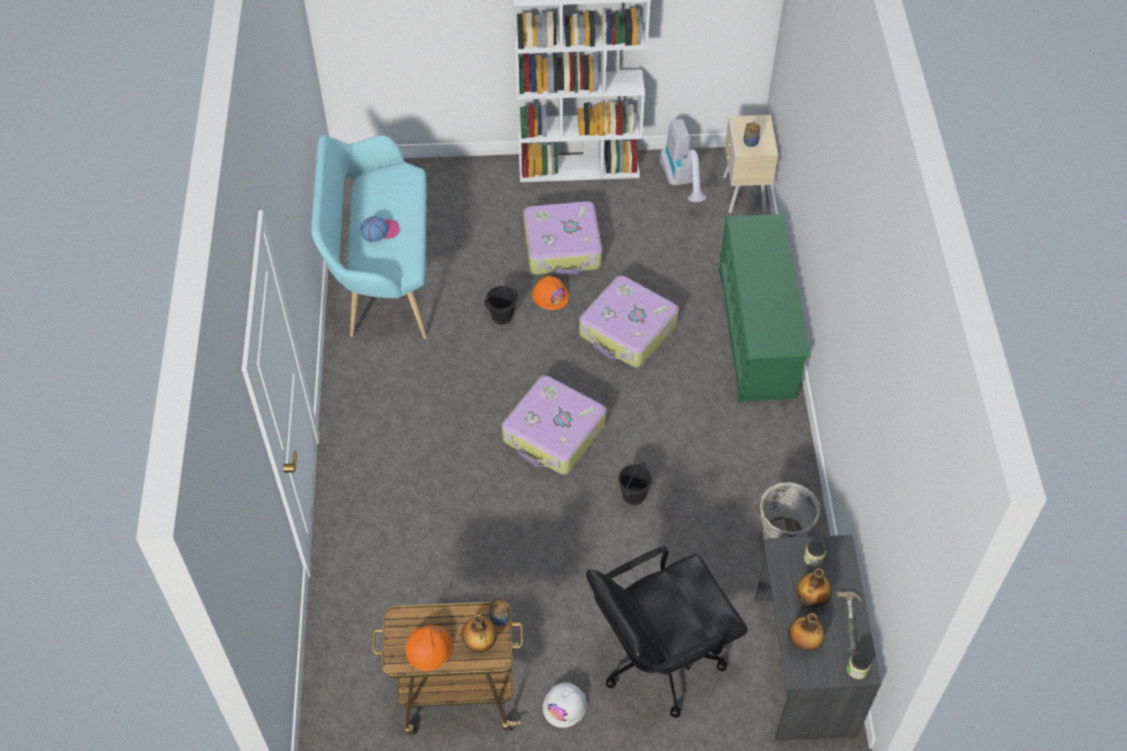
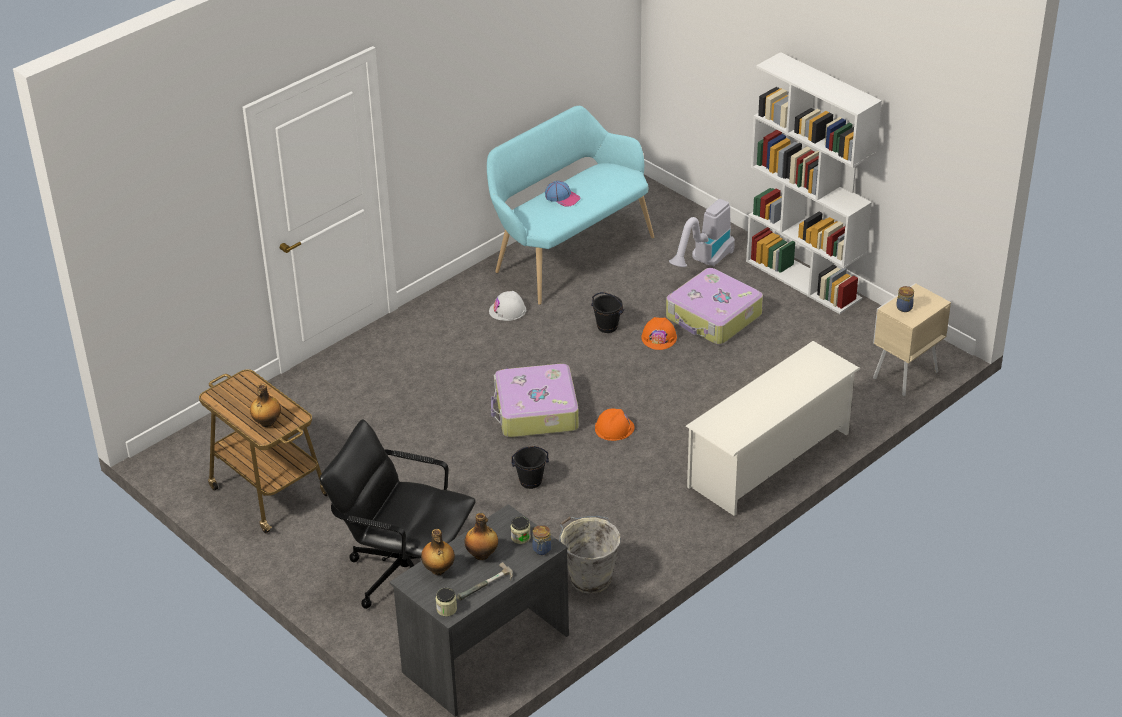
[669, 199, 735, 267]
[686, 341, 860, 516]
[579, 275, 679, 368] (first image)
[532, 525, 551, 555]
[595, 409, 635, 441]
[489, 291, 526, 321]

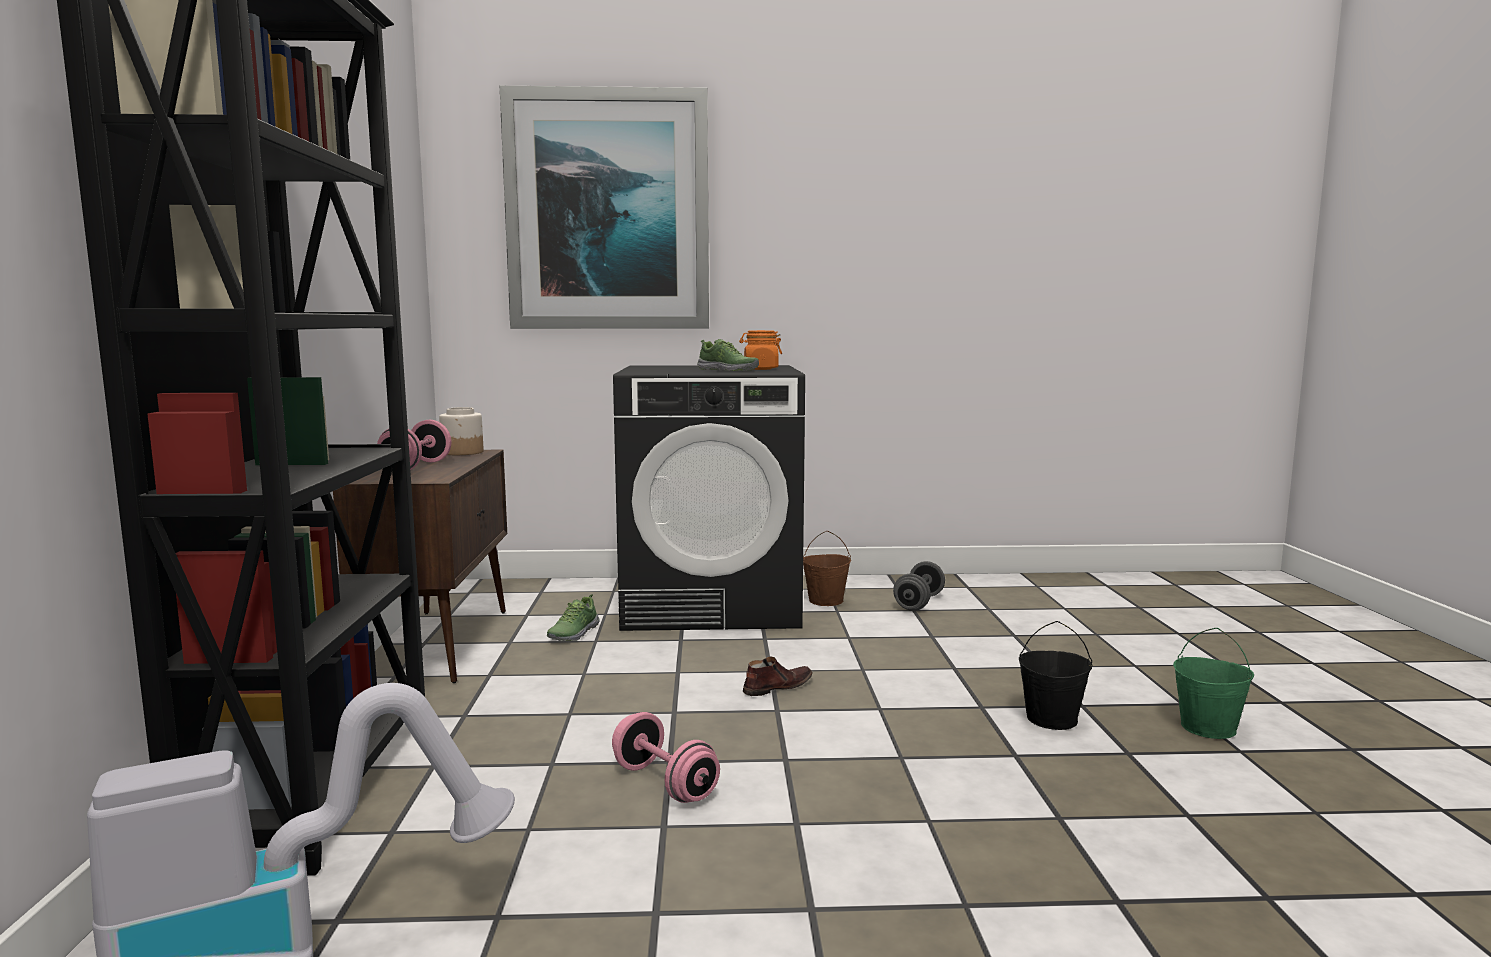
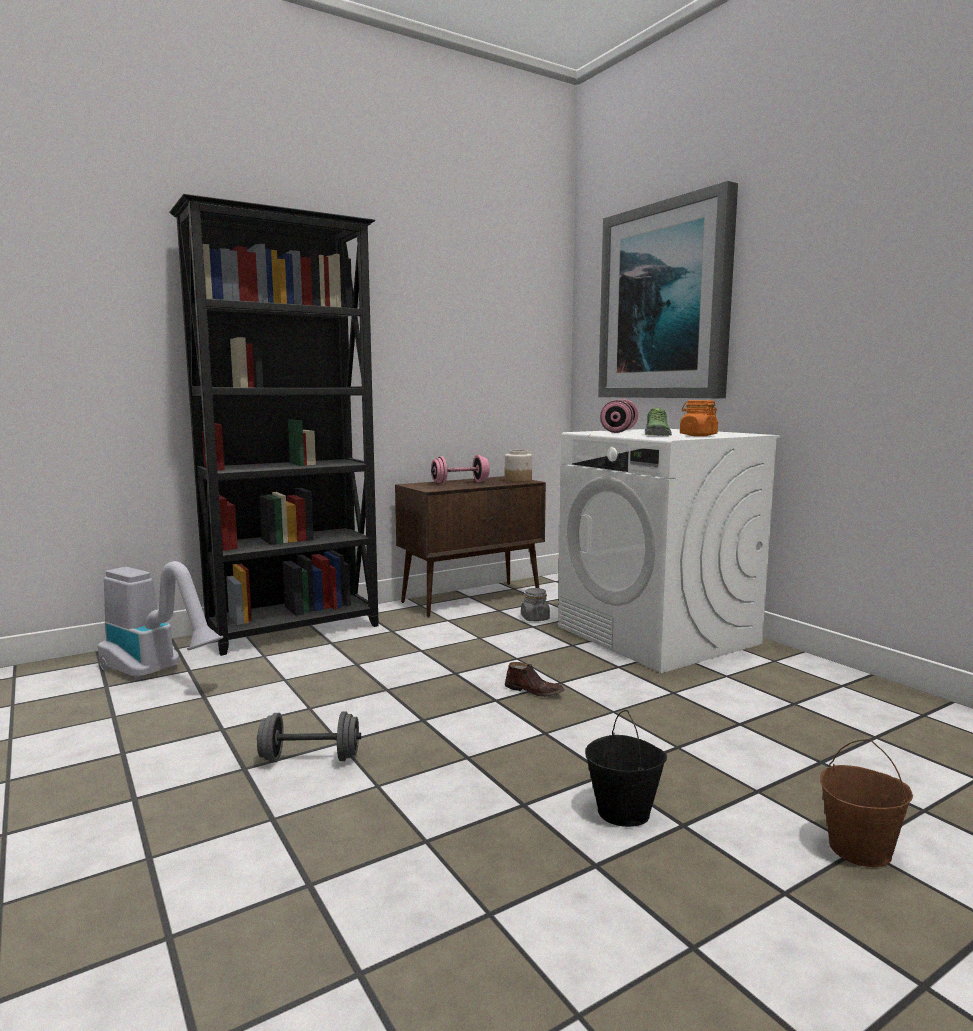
[558, 429, 780, 673]
[820, 739, 913, 867]
[257, 711, 361, 763]
[521, 588, 550, 621]
[1173, 628, 1254, 739] (first image)
[600, 399, 638, 433]

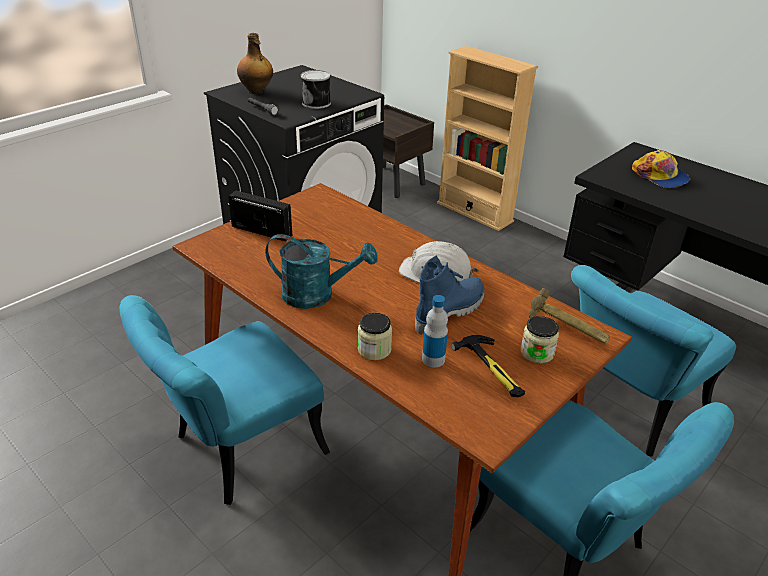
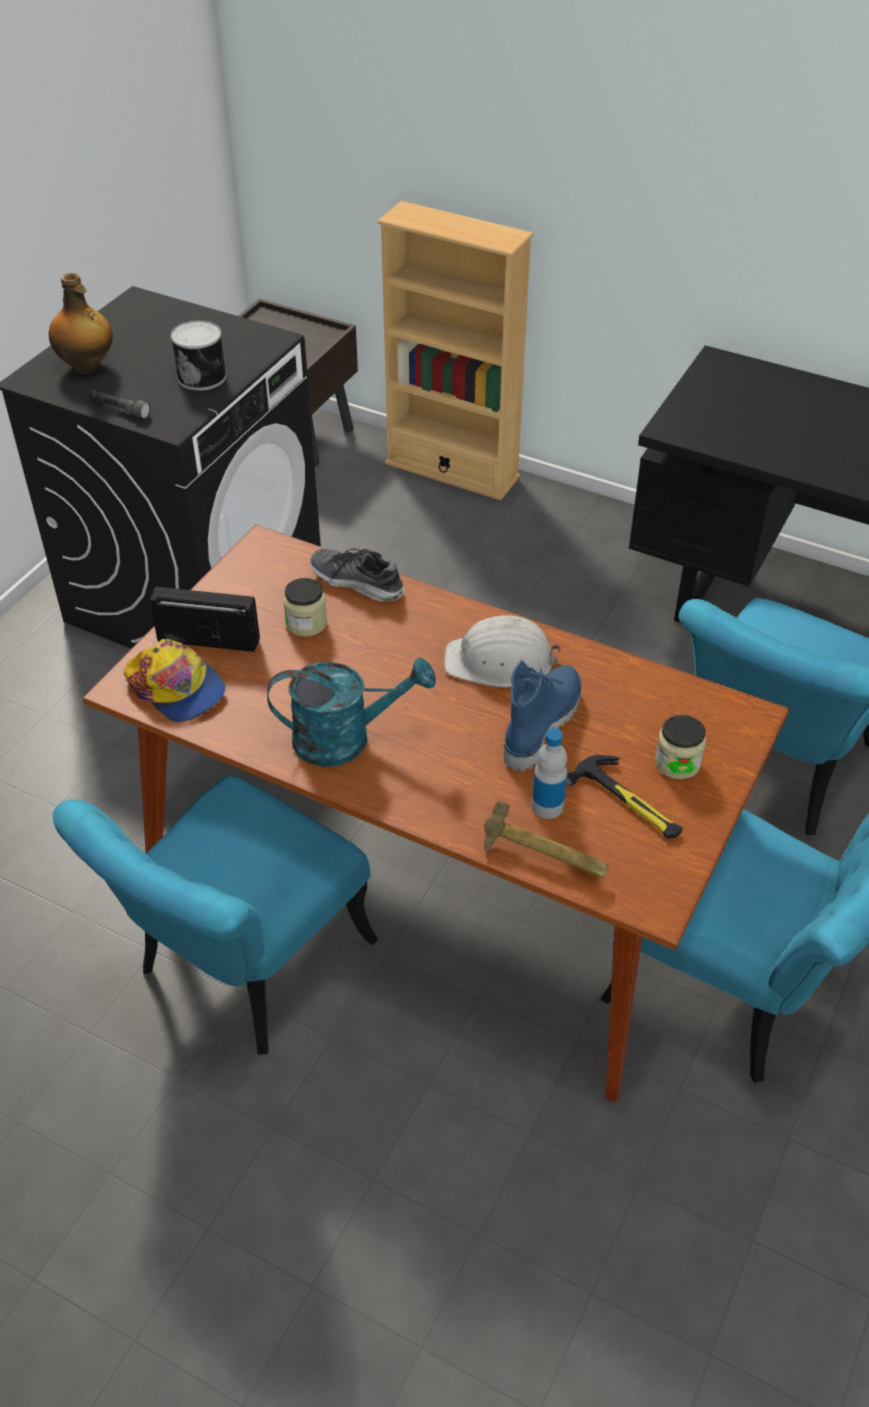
[124, 639, 225, 722]
[483, 801, 608, 878]
[283, 578, 327, 637]
[310, 549, 405, 601]

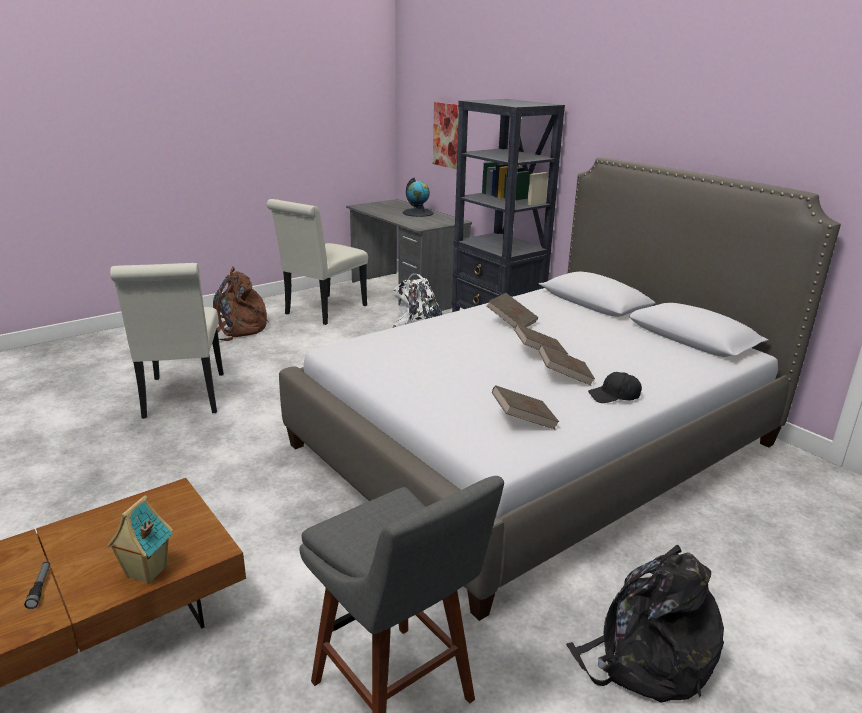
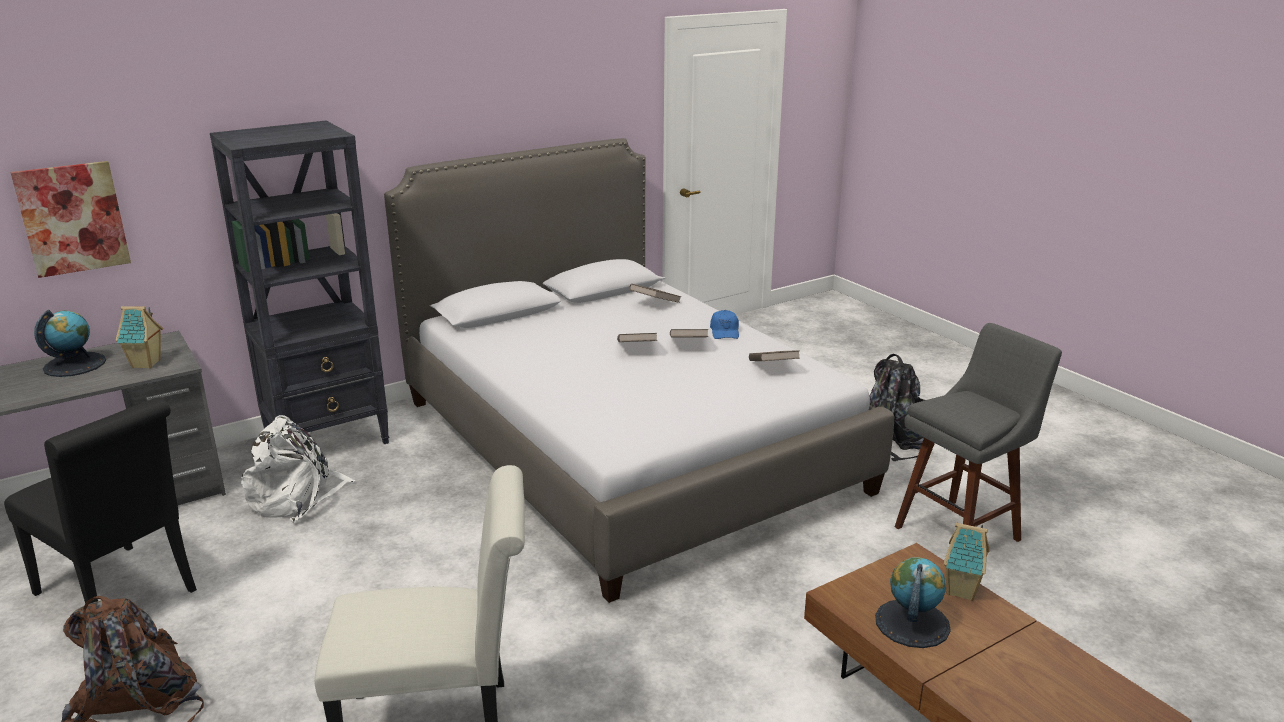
[4, 397, 197, 604]
[630, 284, 681, 303]
[710, 310, 739, 339]
[24, 562, 50, 609] (first image)
[115, 306, 163, 369]
[875, 557, 951, 648]

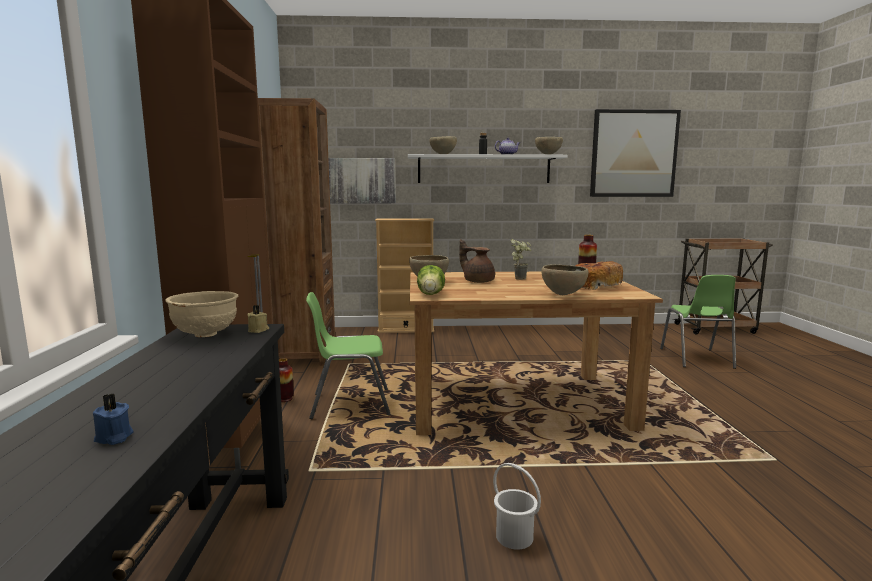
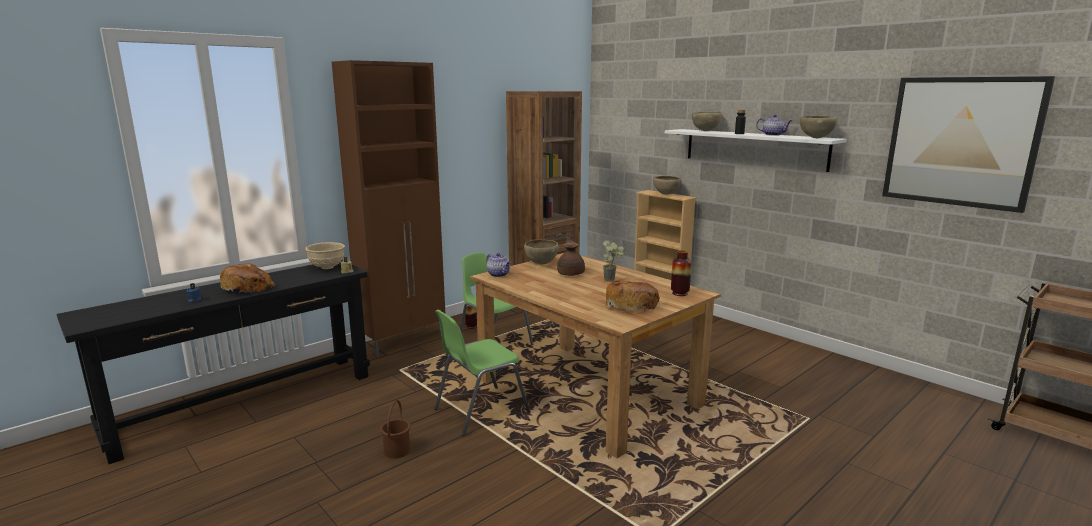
[328, 158, 396, 203] (first image)
[653, 176, 681, 195]
[486, 253, 511, 277]
[435, 310, 531, 436]
[380, 400, 411, 459]
[220, 263, 275, 294]

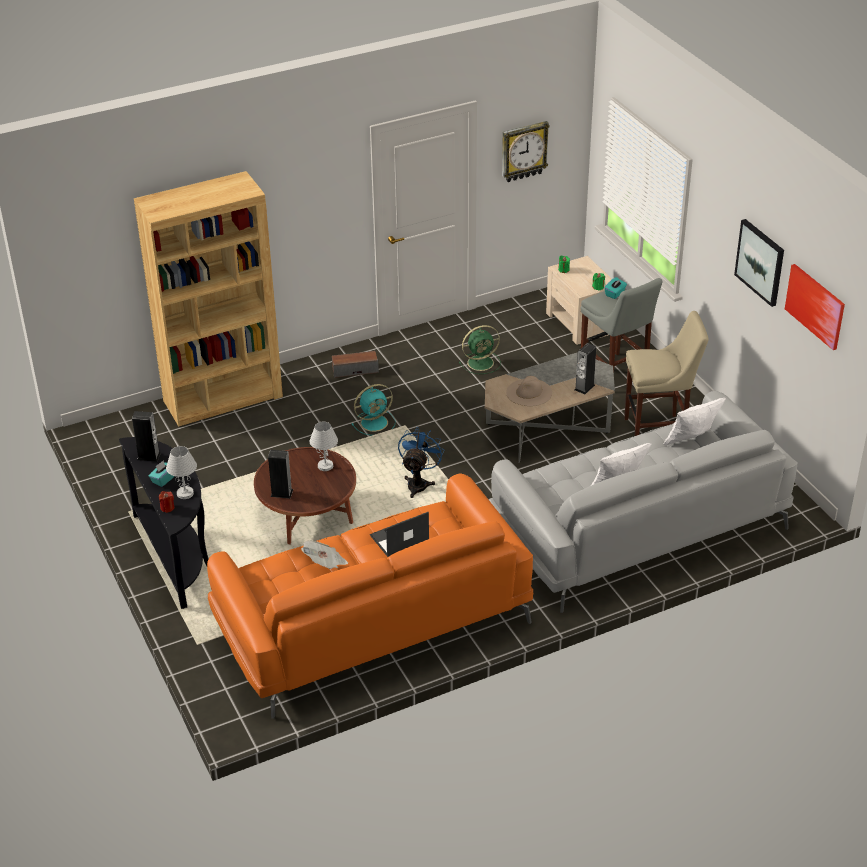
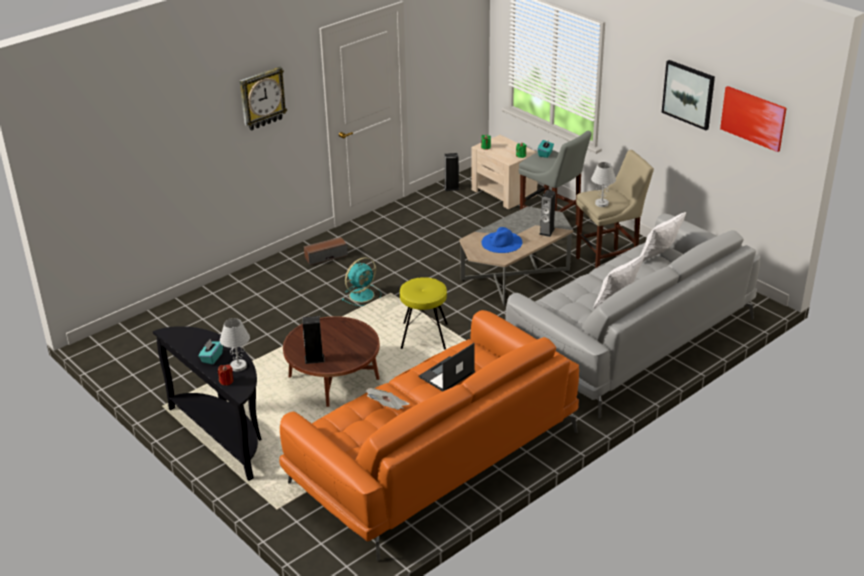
[240, 67, 287, 130]
[134, 171, 283, 426] (first image)
[459, 325, 501, 374] (first image)
[482, 227, 522, 253]
[444, 153, 460, 191]
[591, 162, 616, 207]
[400, 277, 448, 349]

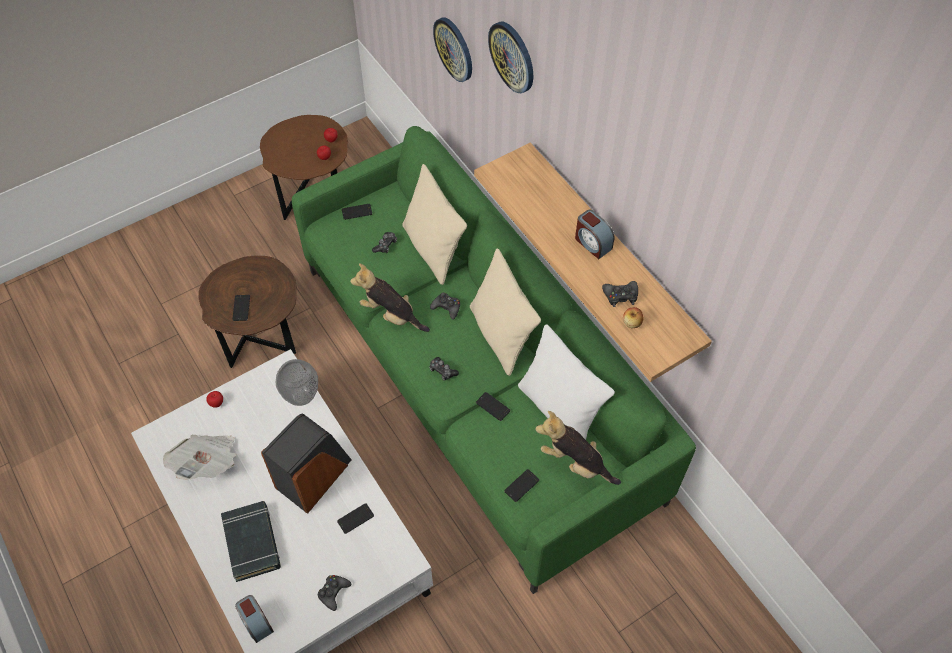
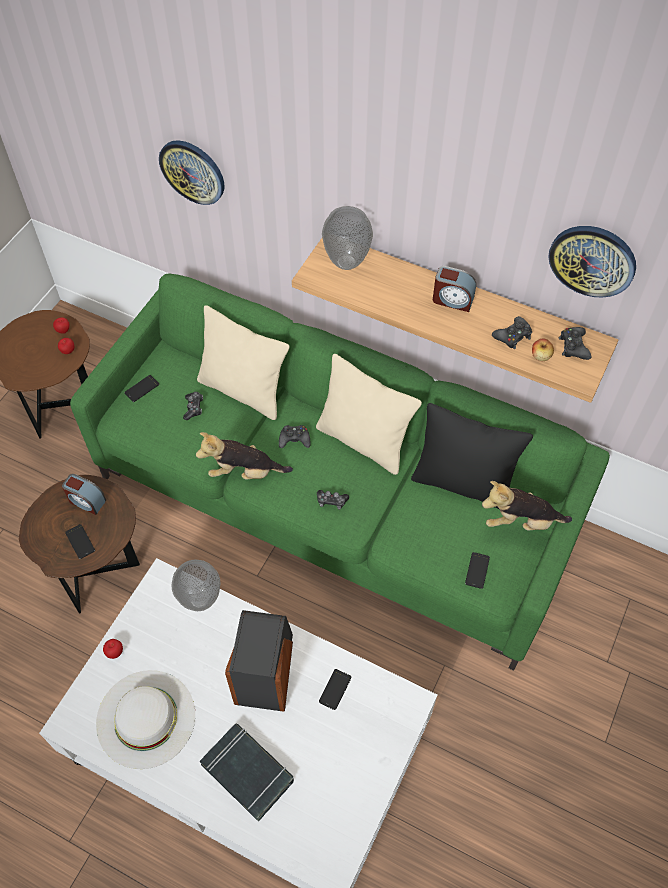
[548, 226, 636, 298]
[411, 403, 533, 509]
[476, 392, 510, 421] (first image)
[96, 670, 195, 769]
[559, 327, 591, 360]
[62, 474, 106, 515]
[322, 206, 373, 270]

